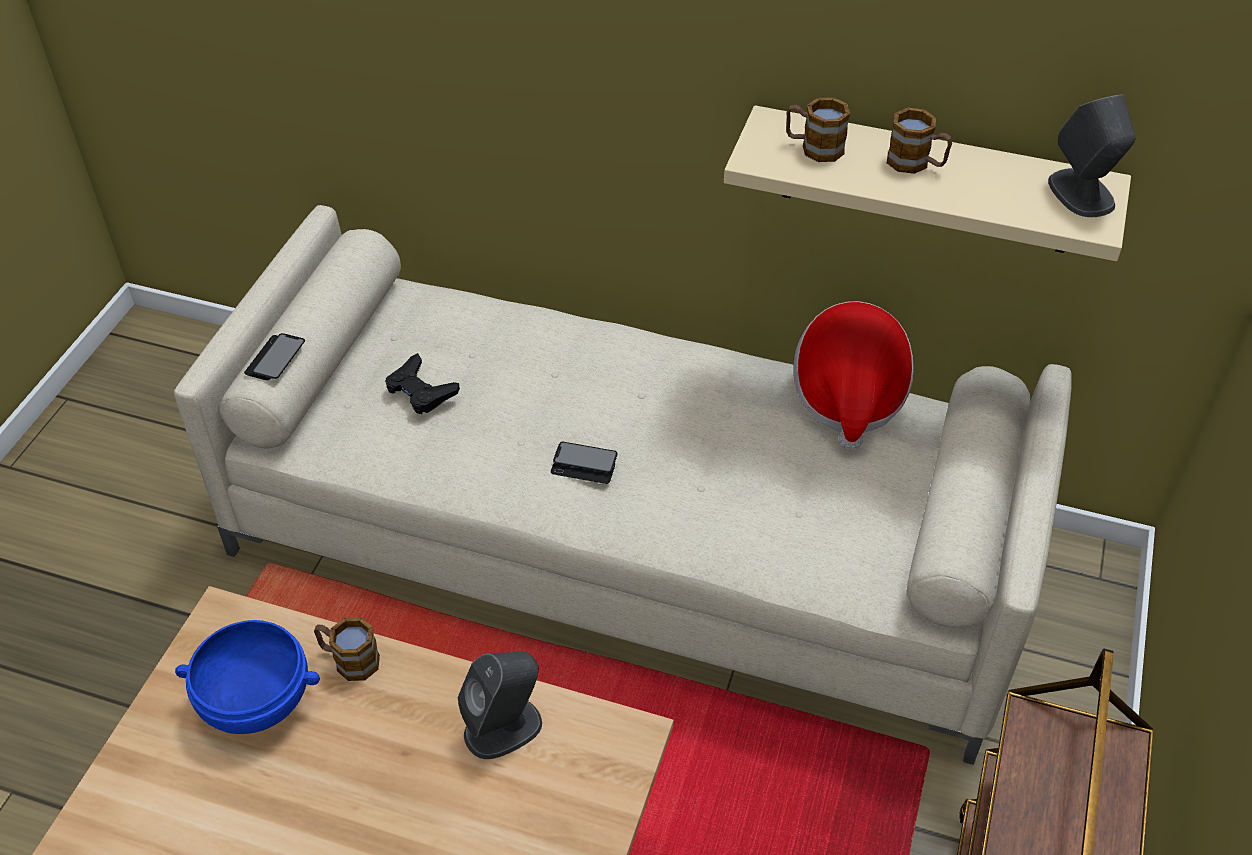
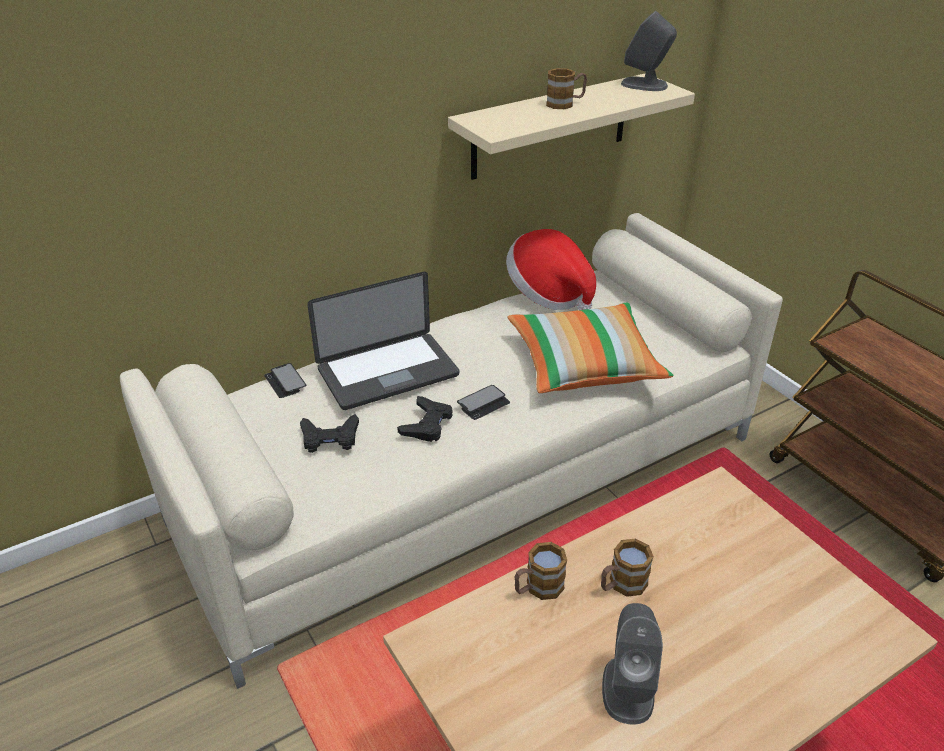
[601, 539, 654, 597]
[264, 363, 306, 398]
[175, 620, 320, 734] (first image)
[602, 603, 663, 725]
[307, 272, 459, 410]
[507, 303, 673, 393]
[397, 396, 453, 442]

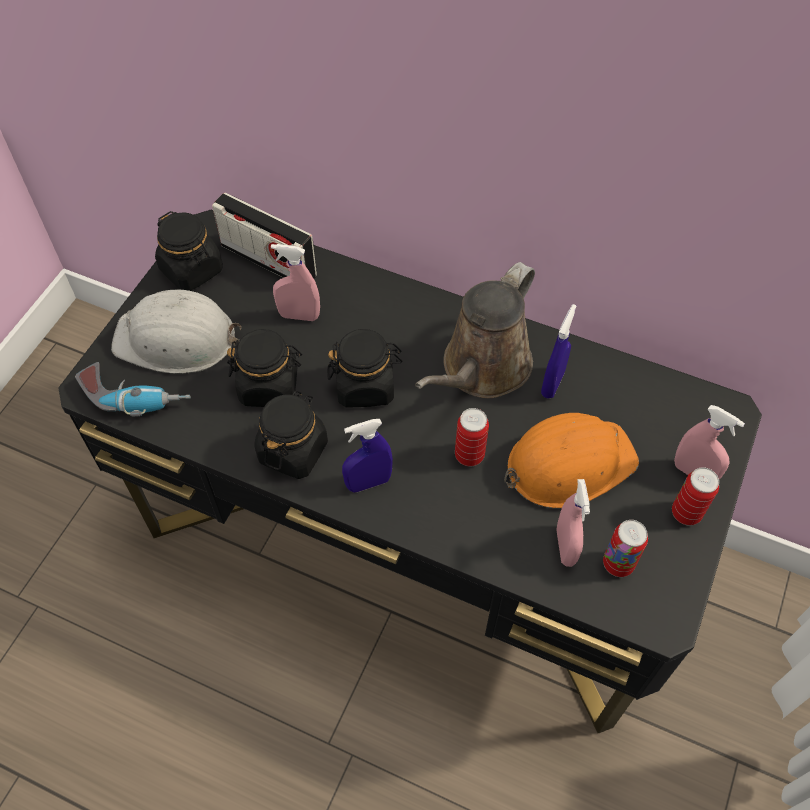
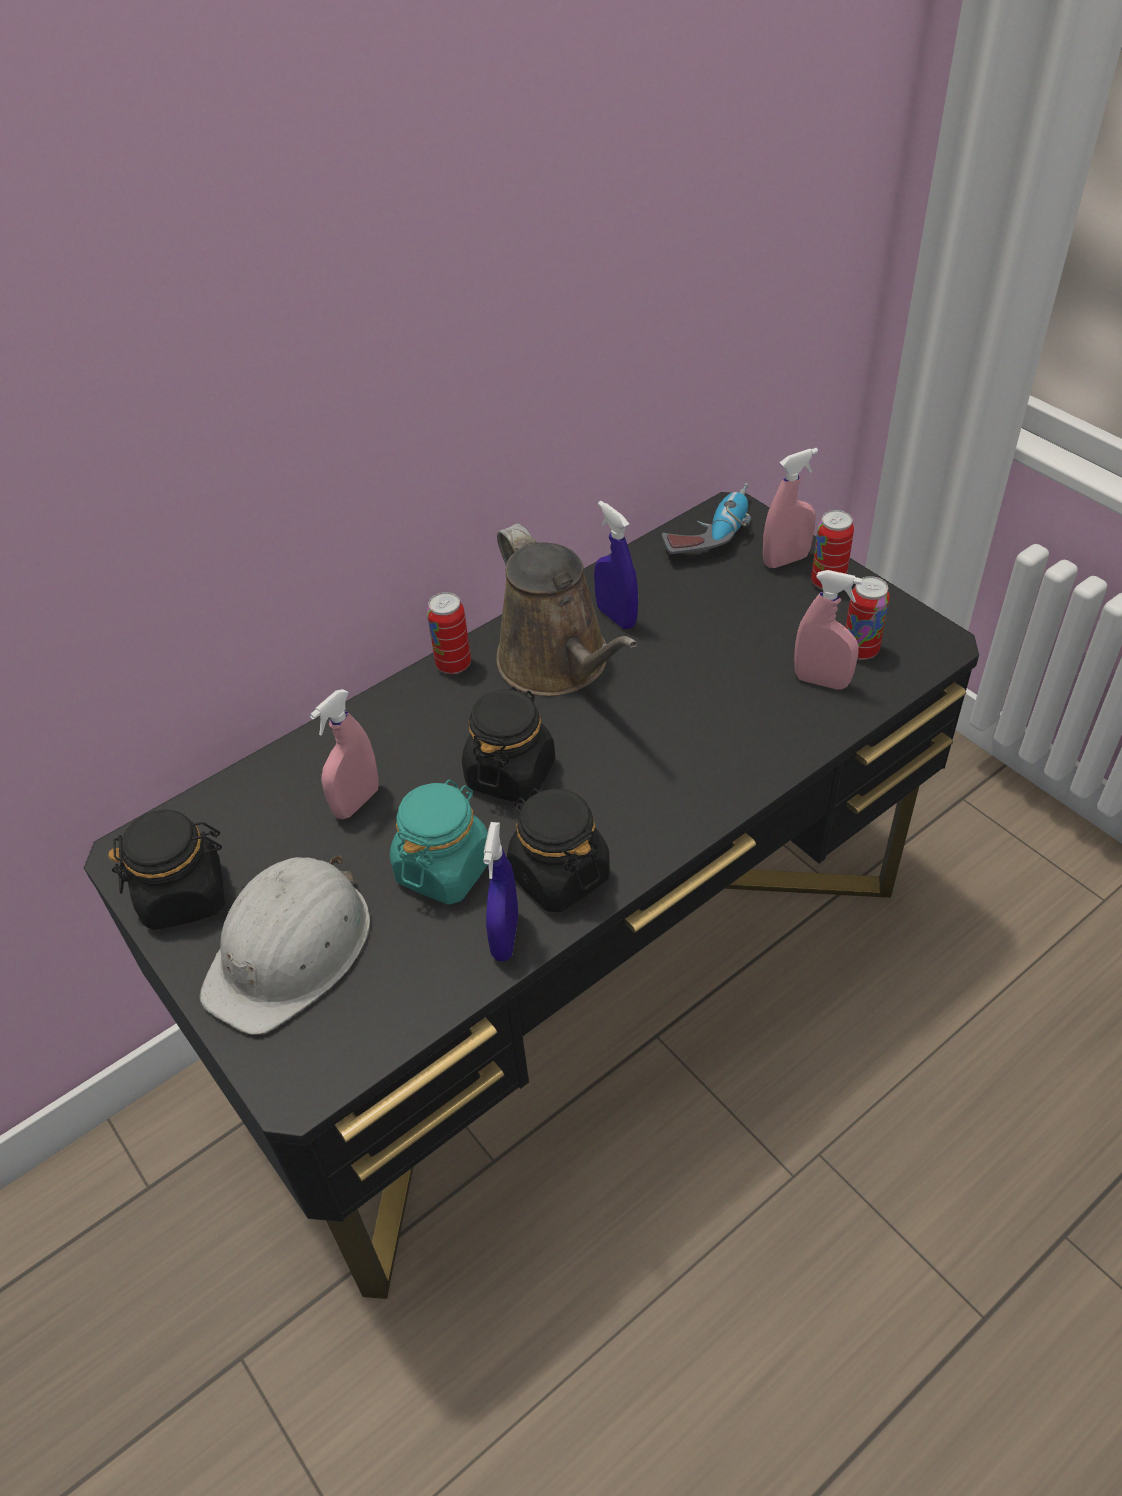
[212, 192, 317, 279] (first image)
[390, 779, 488, 904]
[662, 483, 751, 554]
[427, 592, 471, 674]
[504, 413, 639, 508] (first image)
[484, 822, 518, 962]

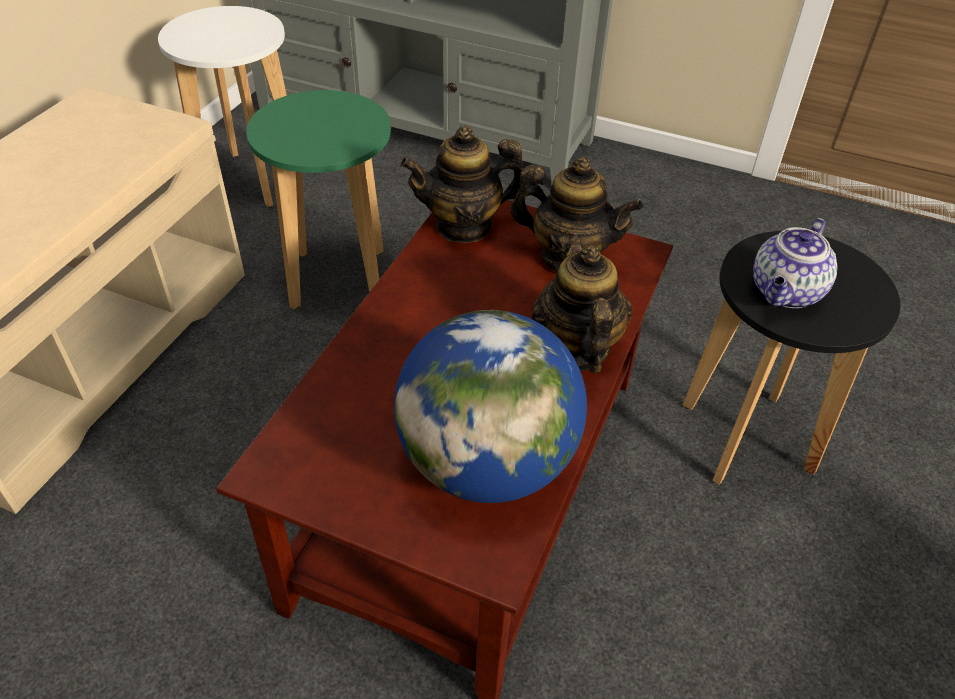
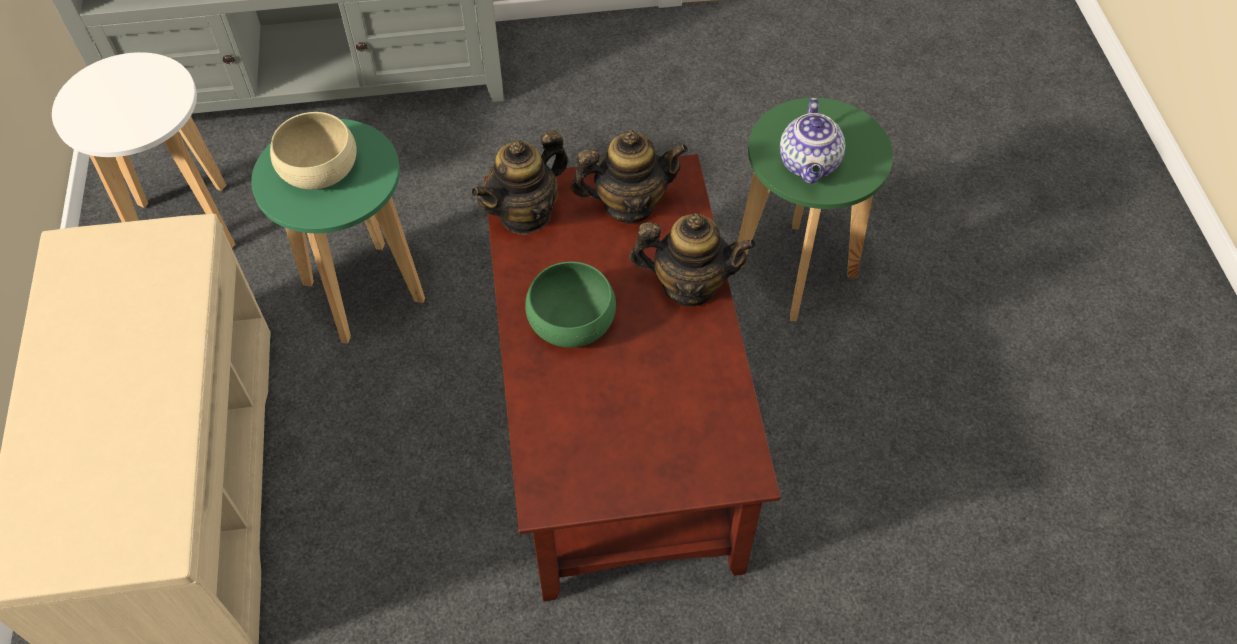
[738, 98, 893, 321]
[629, 213, 756, 306]
[394, 310, 587, 503] (first image)
[270, 112, 357, 190]
[525, 261, 616, 348]

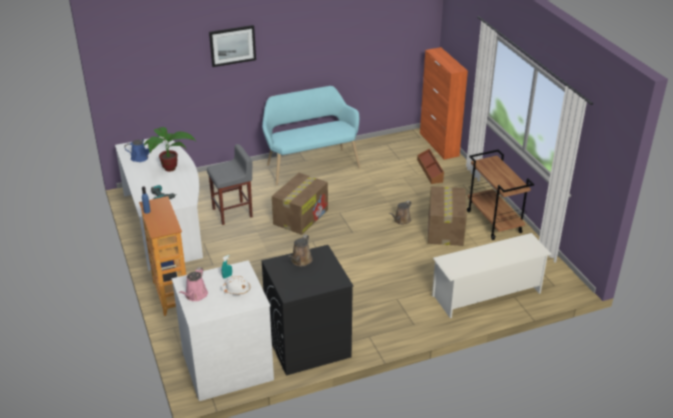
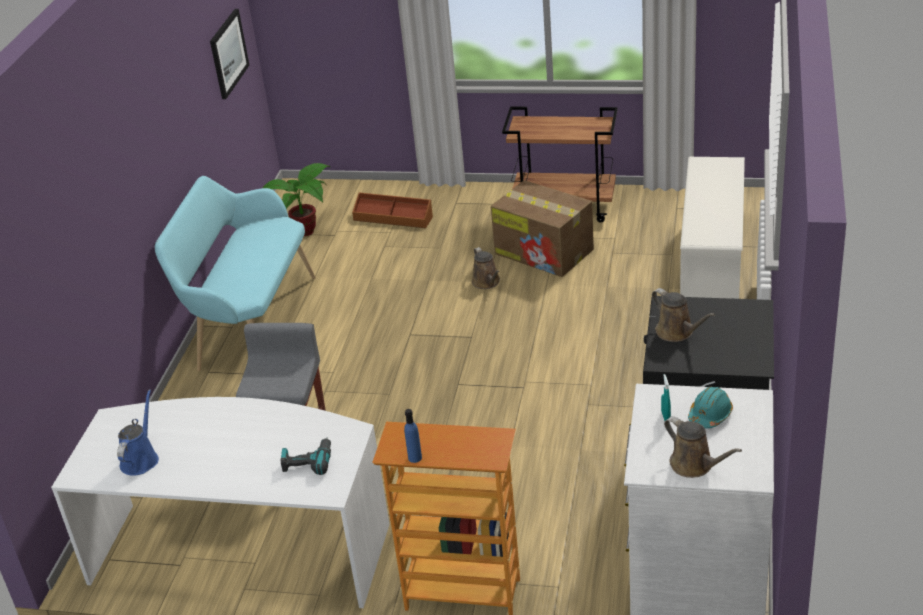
[210, 9, 249, 99]
[420, 47, 468, 160] (first image)
[262, 163, 331, 236]
[272, 173, 328, 235] (first image)
[664, 416, 742, 478]
[688, 386, 733, 428]

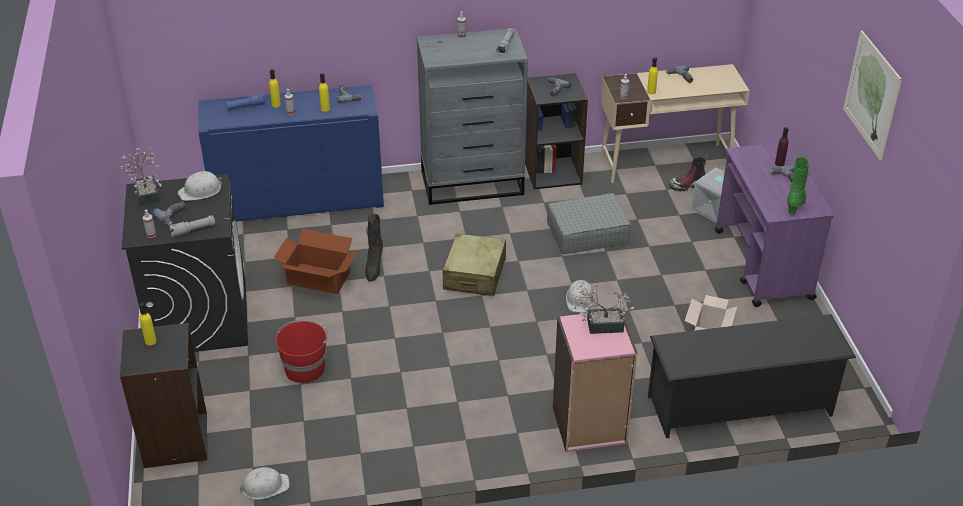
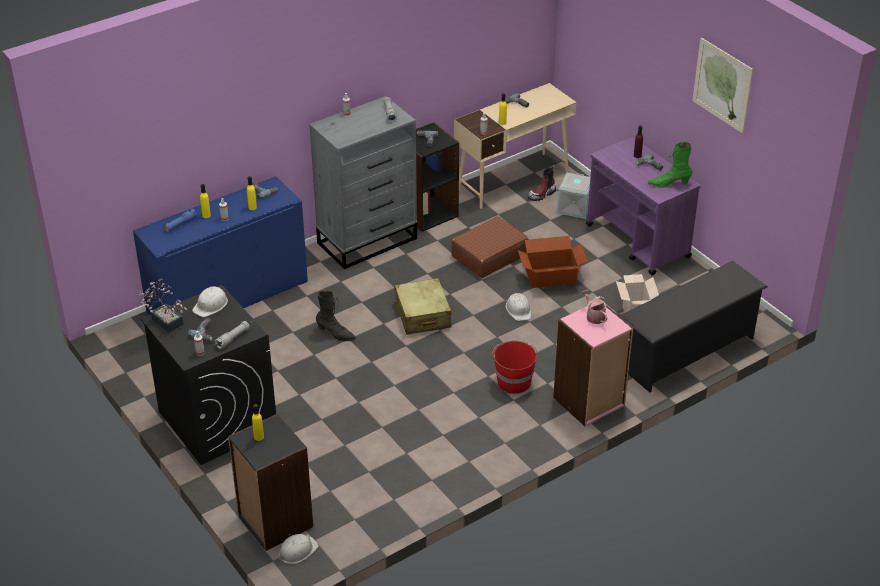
[648, 142, 692, 188]
[451, 216, 528, 278]
[316, 291, 356, 341]
[518, 236, 588, 288]
[582, 289, 607, 324]
[492, 340, 537, 394]
[279, 534, 319, 564]

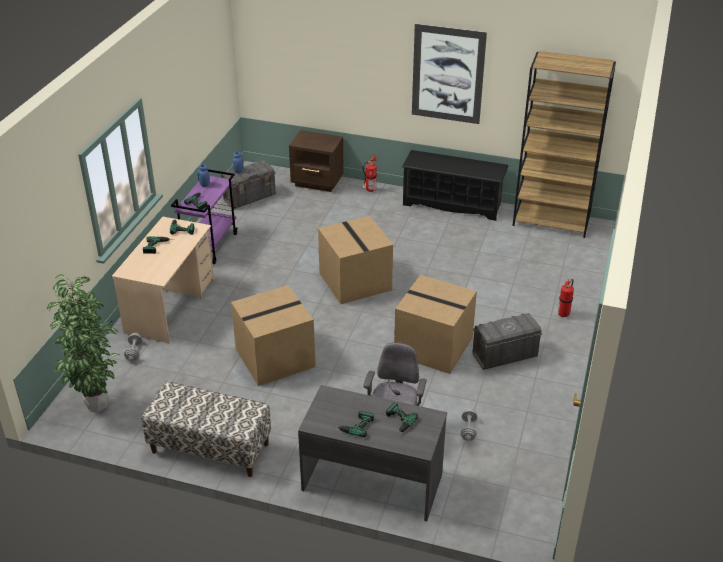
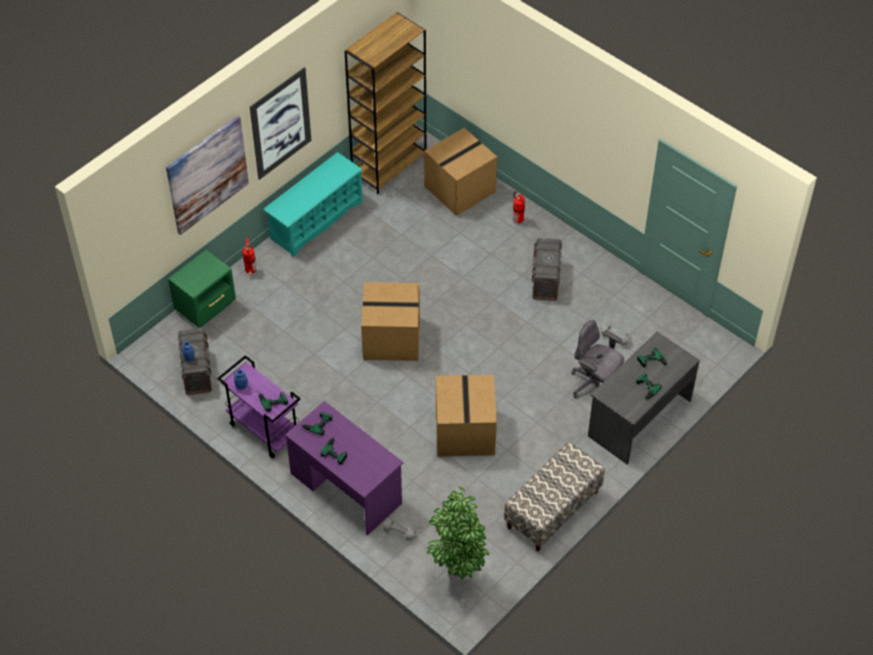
[168, 250, 236, 328]
[263, 152, 363, 257]
[285, 401, 404, 536]
[424, 128, 497, 216]
[166, 116, 249, 235]

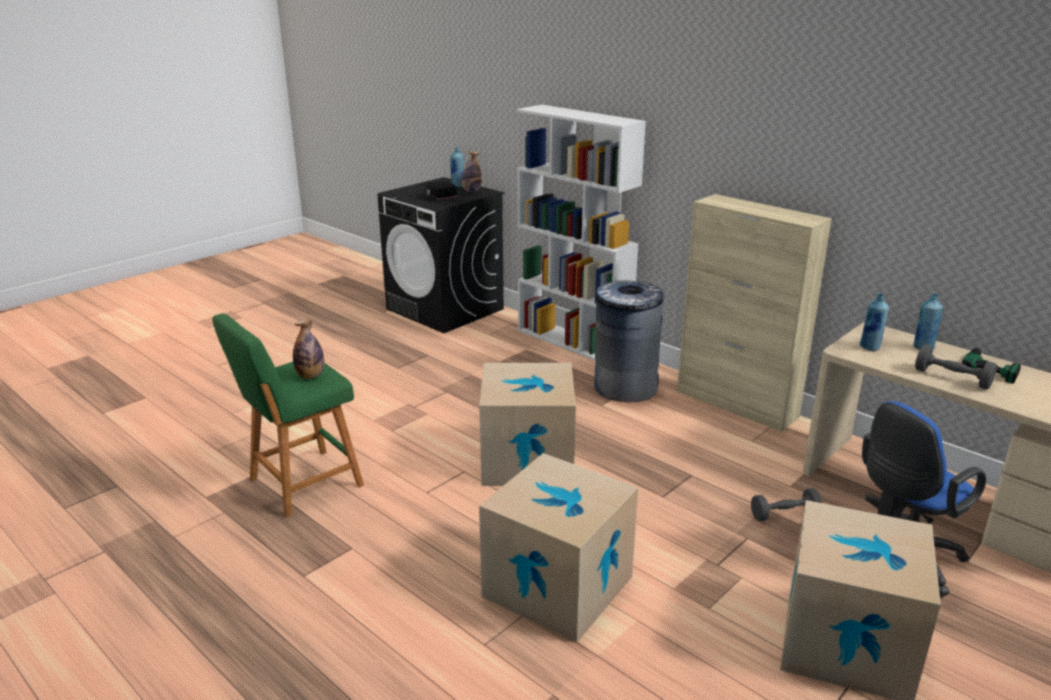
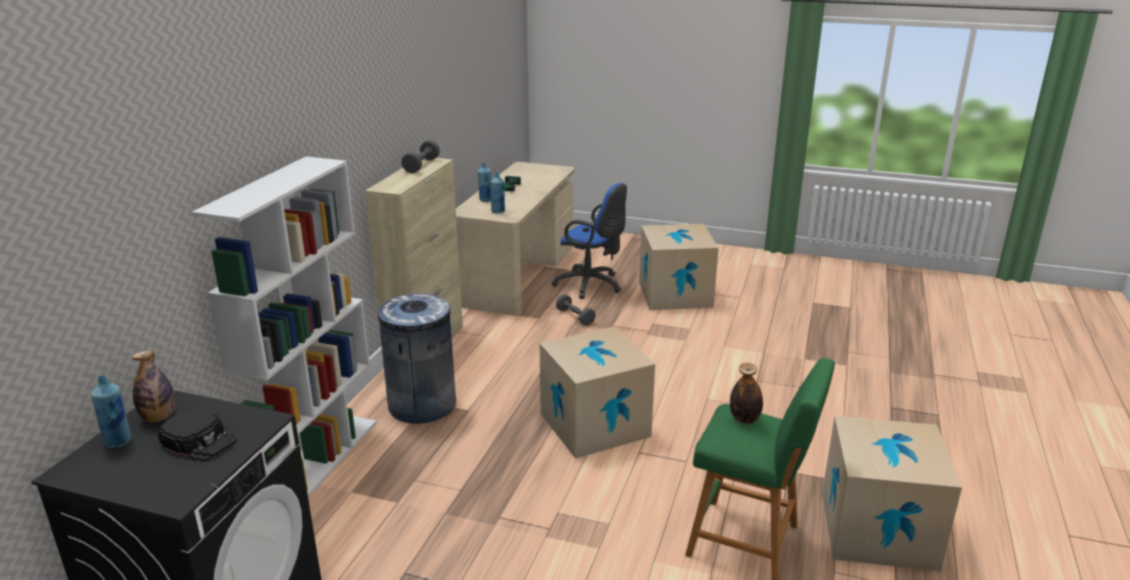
[401, 140, 440, 173]
[822, 416, 962, 571]

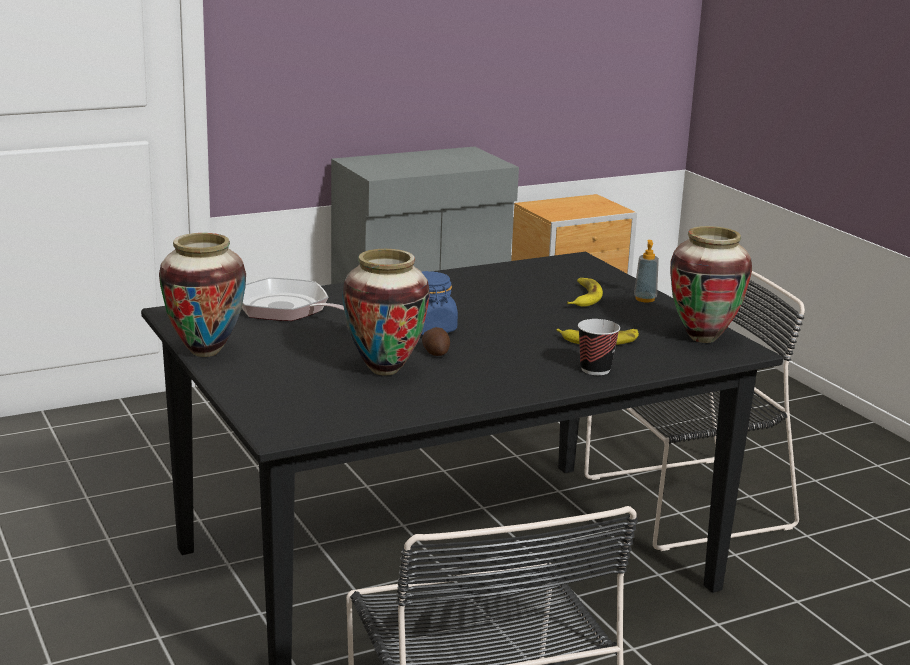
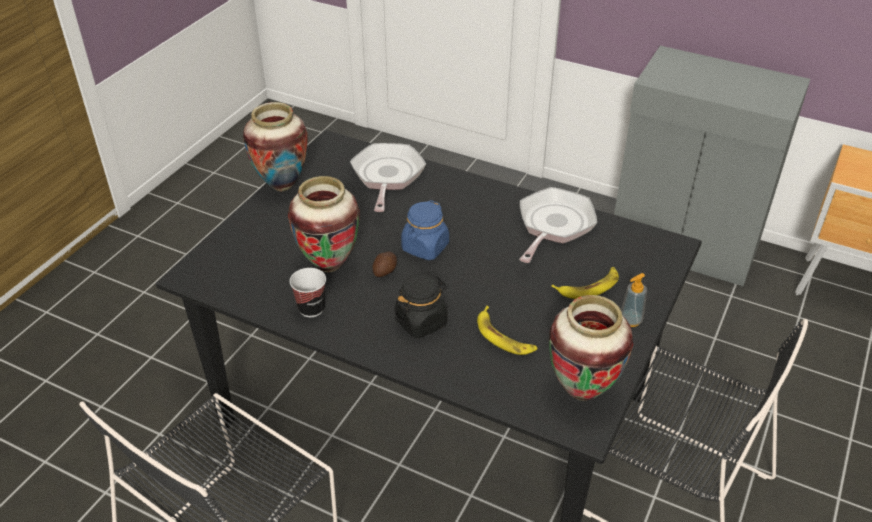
[290, 268, 326, 317]
[519, 187, 597, 263]
[395, 274, 448, 338]

